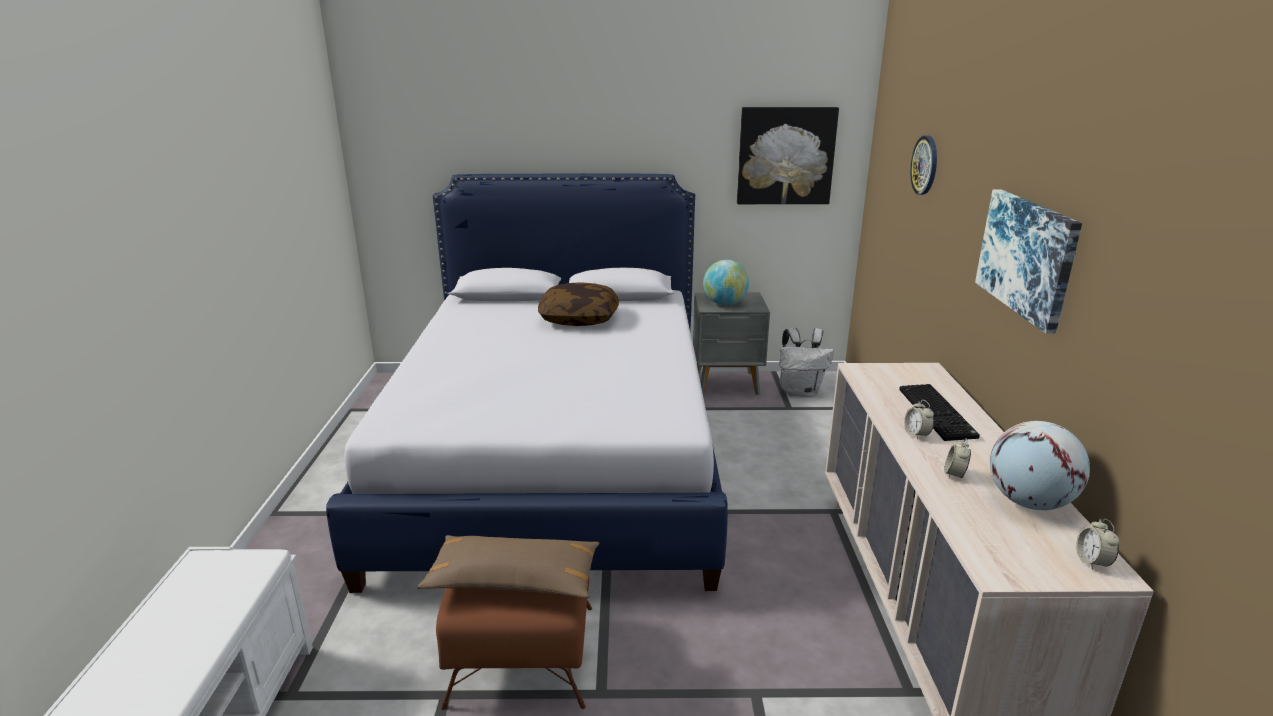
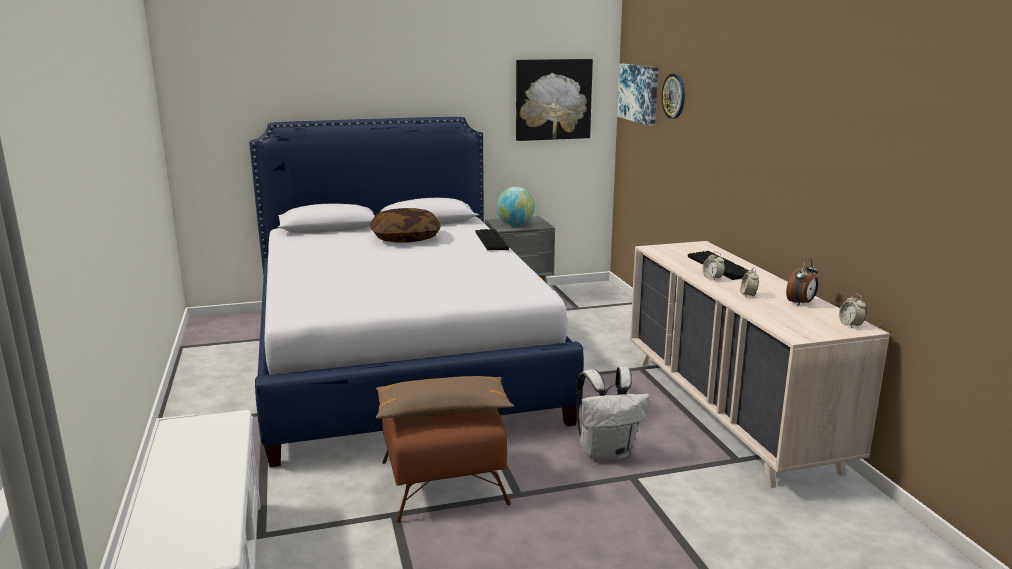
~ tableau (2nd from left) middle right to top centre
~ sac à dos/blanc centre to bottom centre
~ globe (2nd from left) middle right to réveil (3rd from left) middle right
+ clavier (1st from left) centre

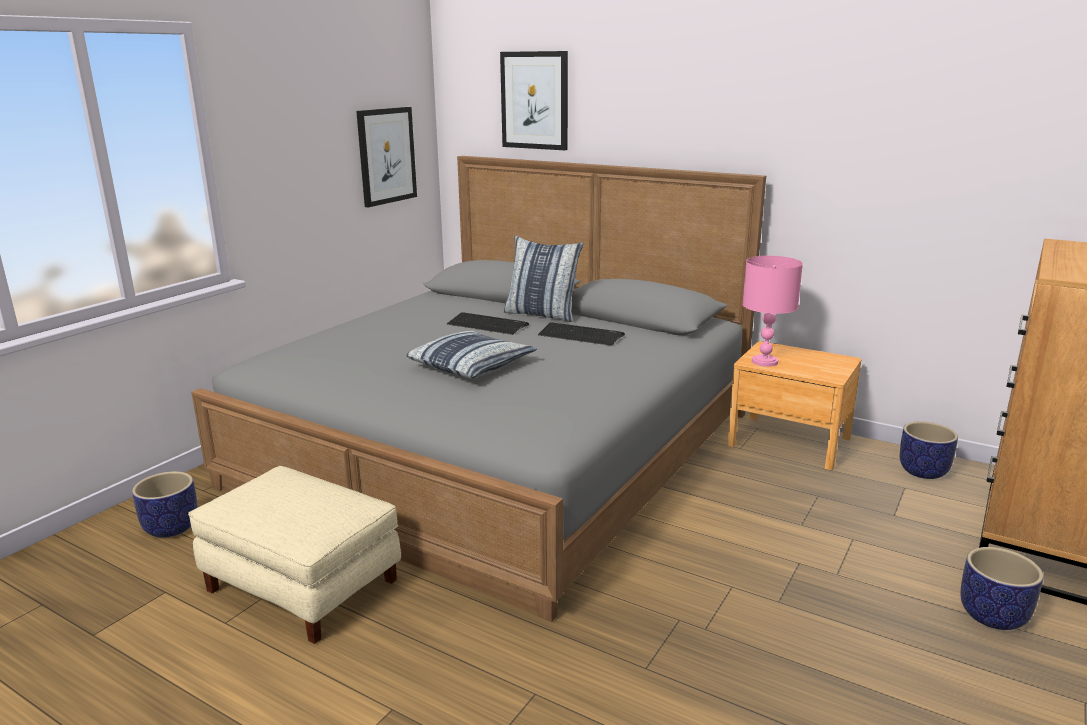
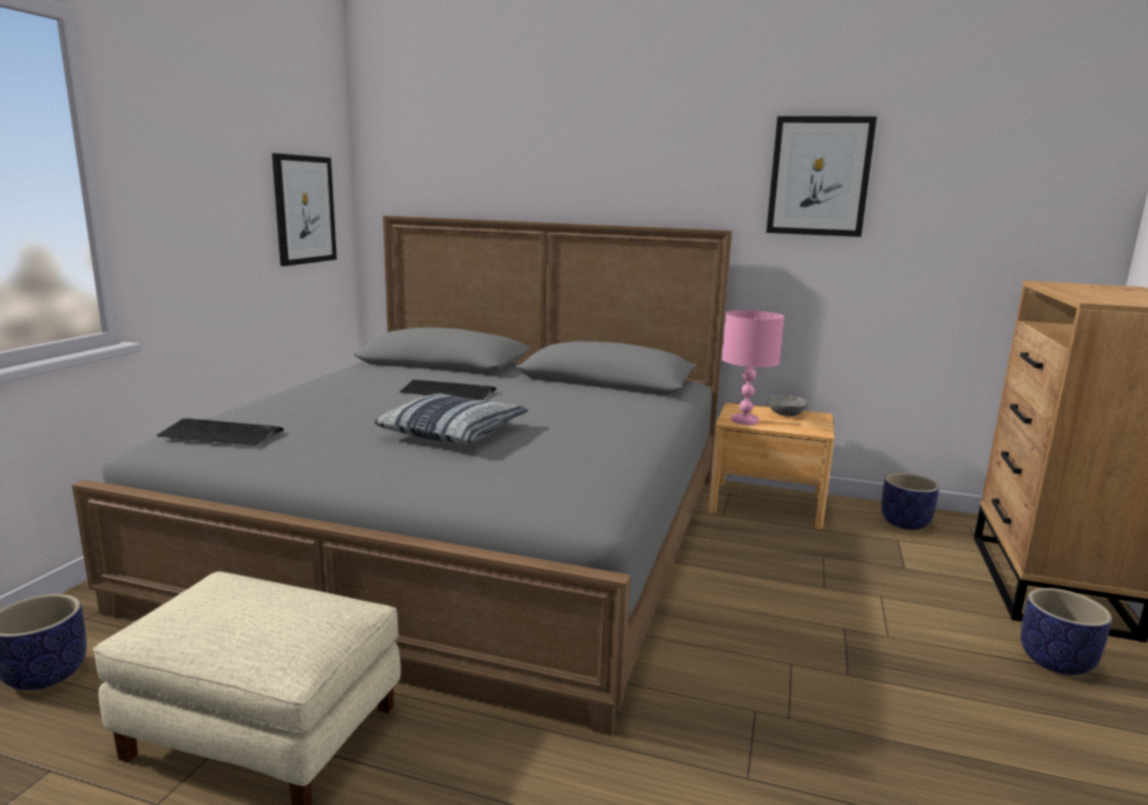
~ tableau (2nd from left) top centre to top right
- coussin (2nd from left) centre
~ clavier (2nd from left in the first image) centre to clavier (1st from left) middle left
+ bol/gris middle right

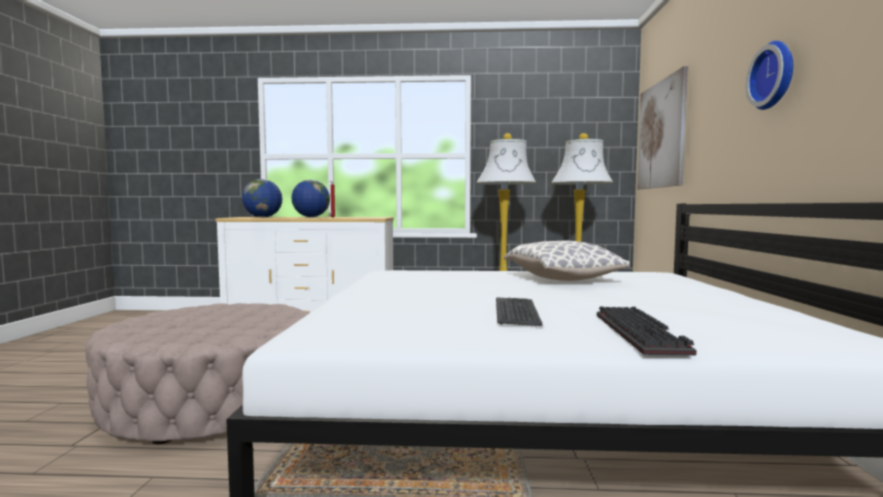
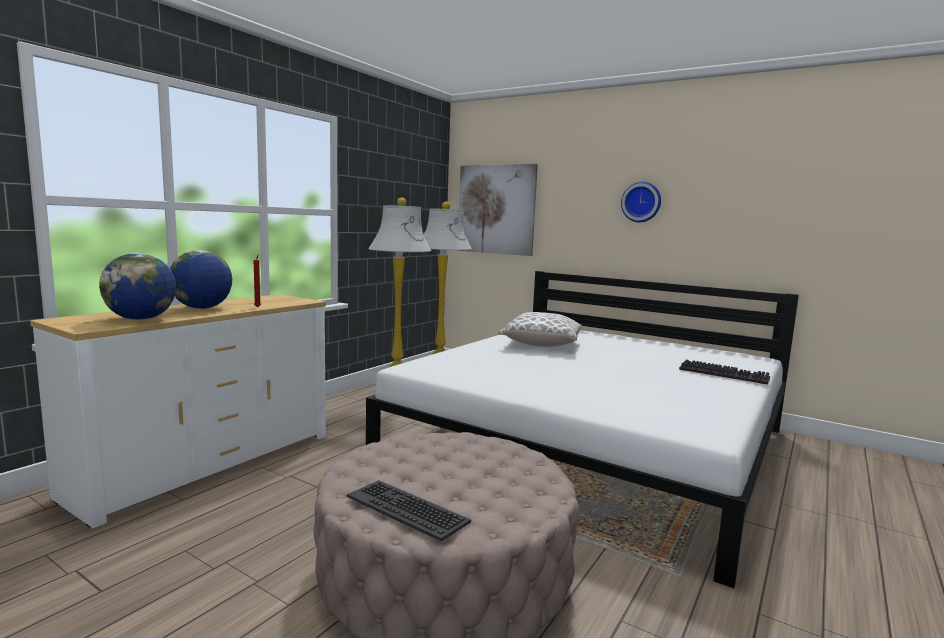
~ clavier (1st from left) centre to bottom centre

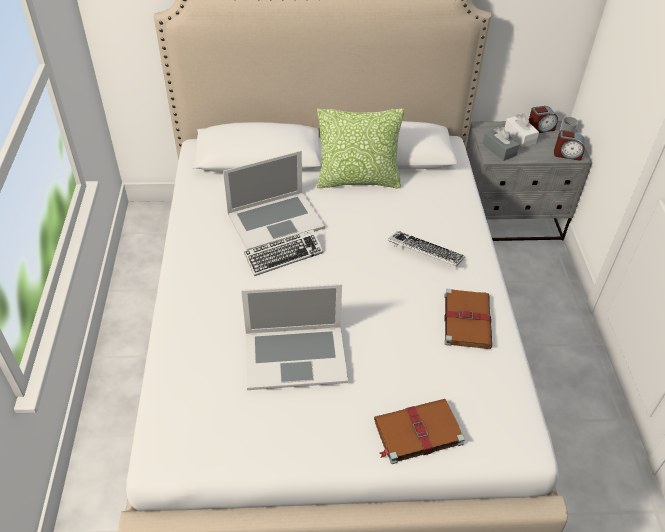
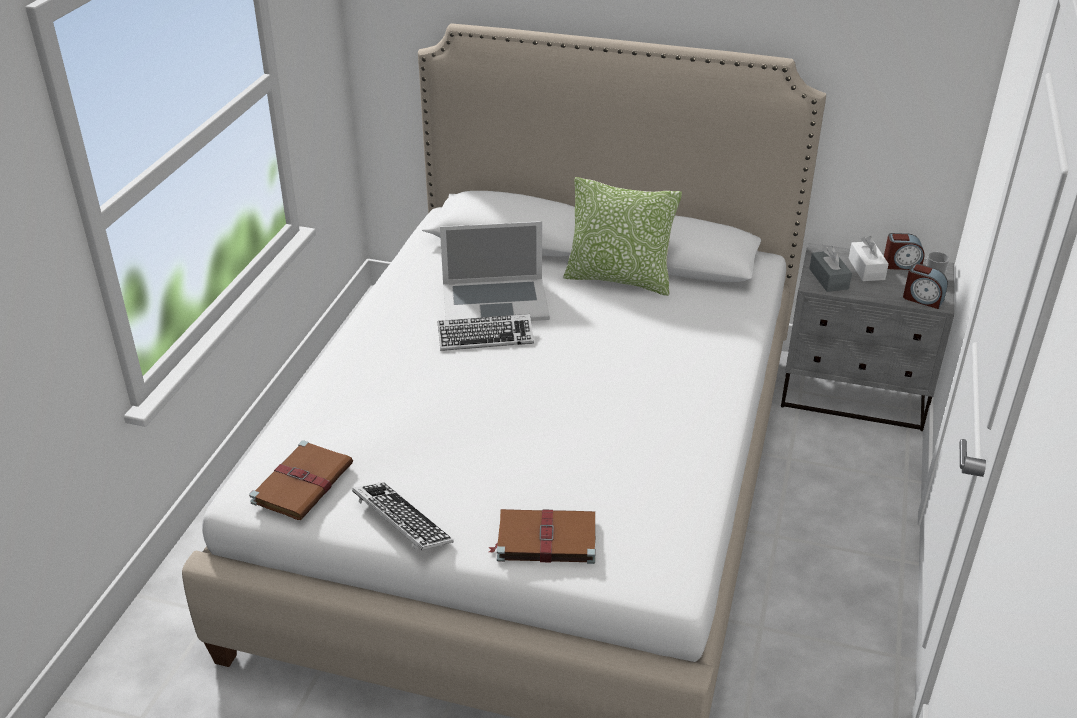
~ clavier (2nd from left in the first image) centre to clavier (1st from left) bottom centre
- ordinateur portable (2nd from left) centre
~ livre/marron (2nd from left in the first image) middle right to livre/marron (1st from left) bottom left

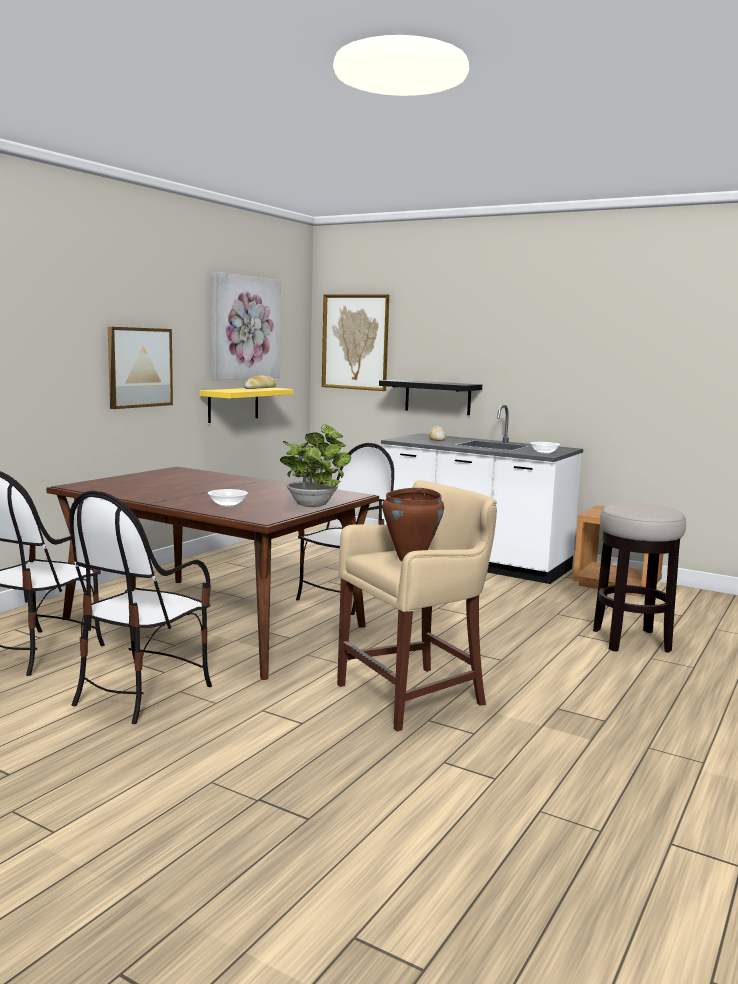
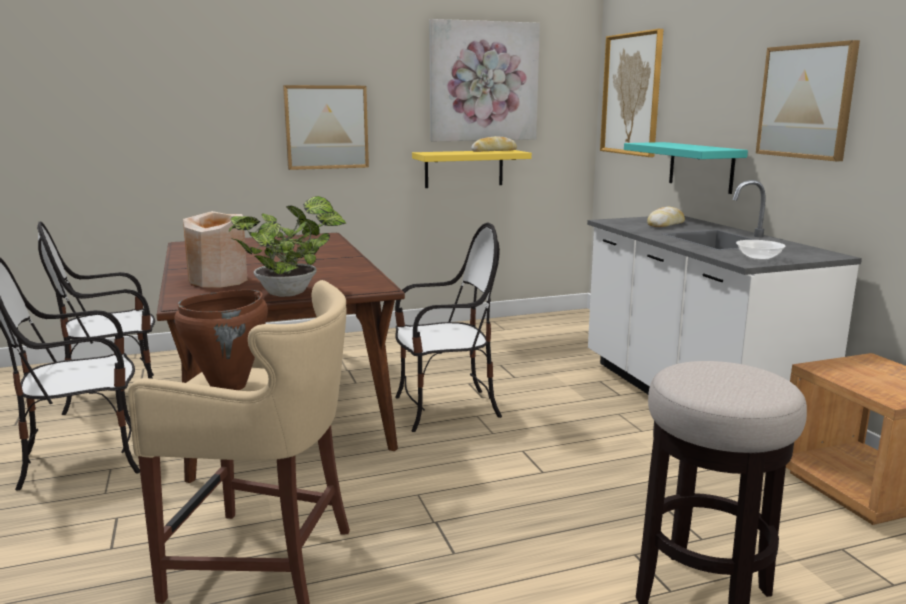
~ étagère/noir centre to étagère/turquoise top right
~ bol (1st from left) middle left to vase/beige middle left
+ tableau (4th from left) top right

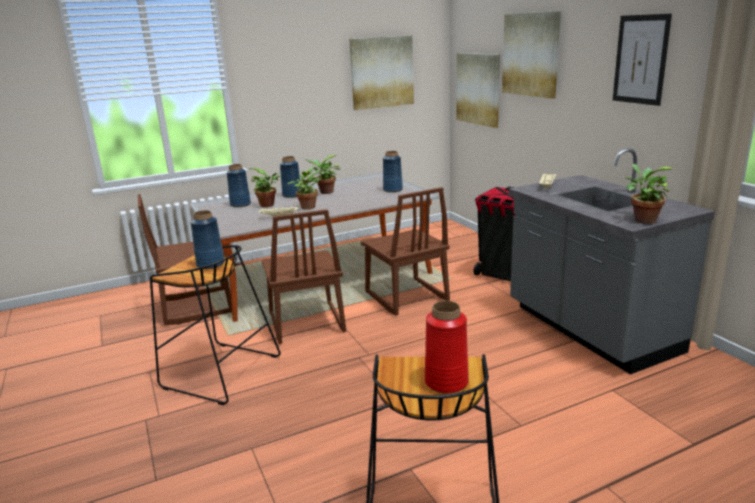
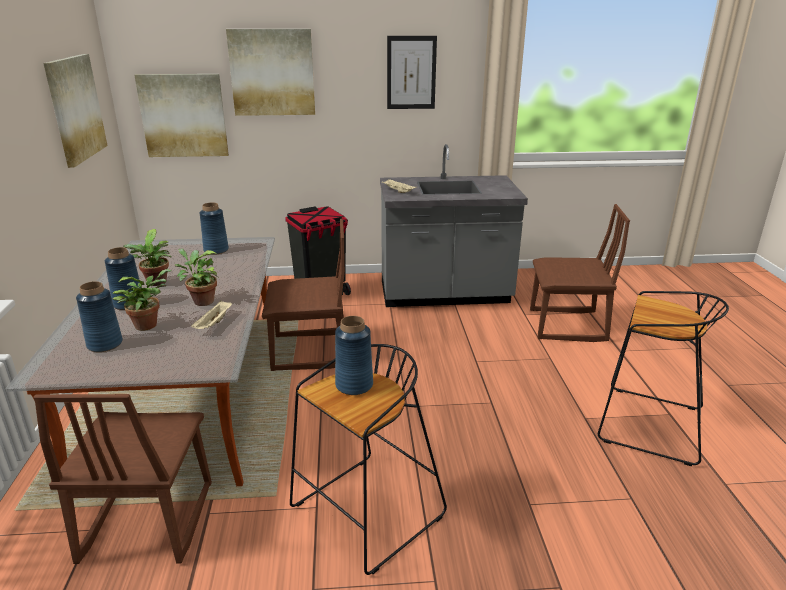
- plante en pot (4th from left) middle right
~ chaise/marron (2nd from left in the first image) centre to chaise/marron (3rd from left) middle right
- vase/rouge bottom centre

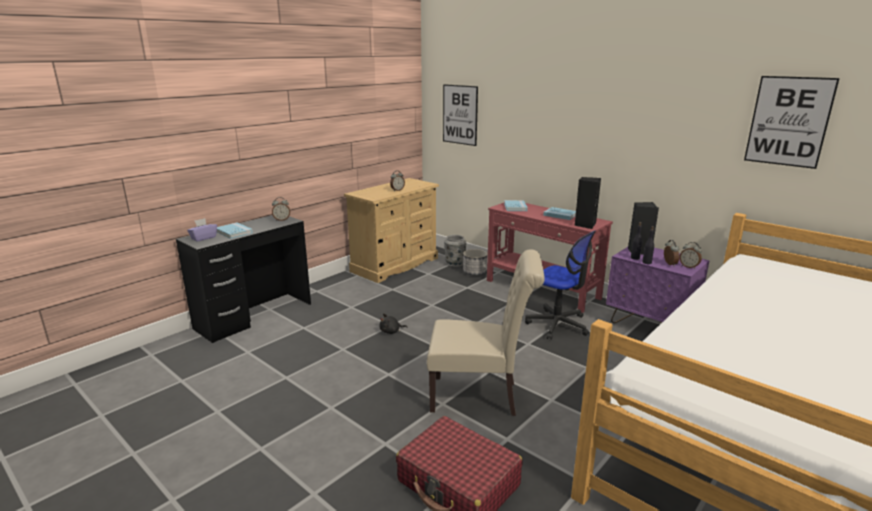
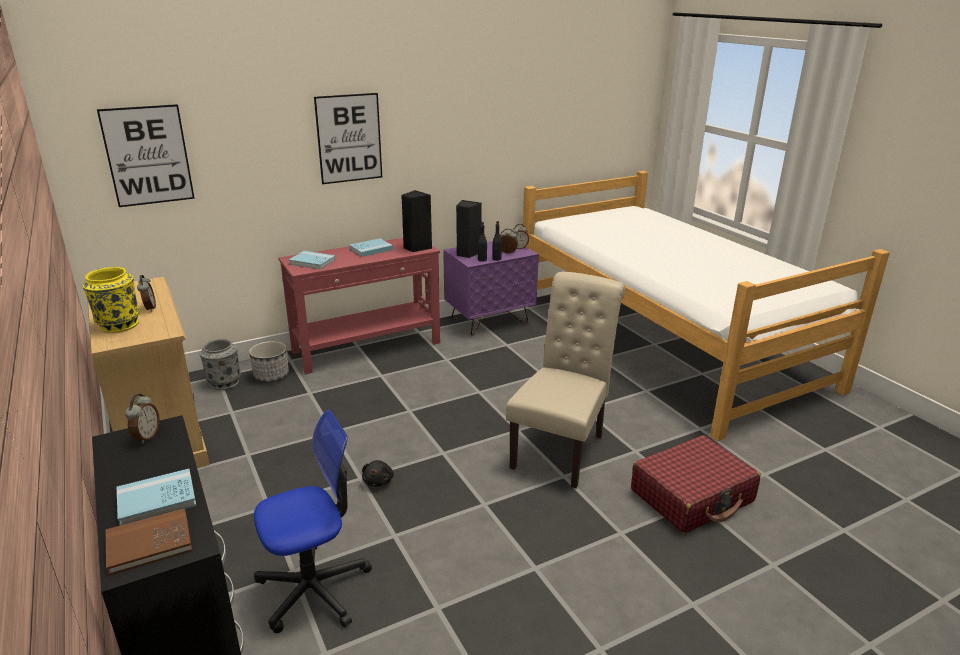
~ tableau (2nd from left) top right to top centre
~ boîte à mouchoirs/violet middle left to livre/marron bottom left
~ chaise de bureau centre to bottom left
+ vase/jaune middle left

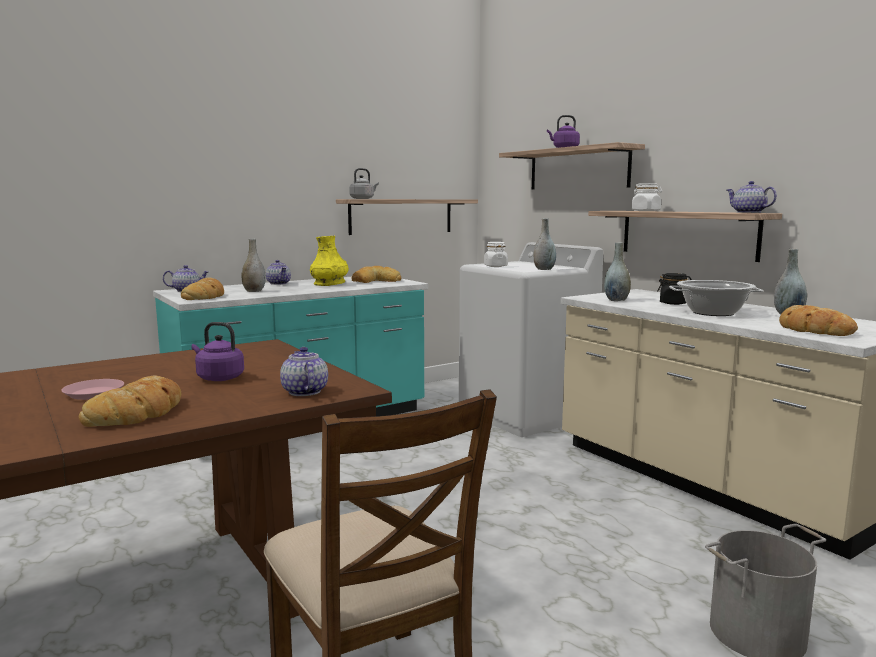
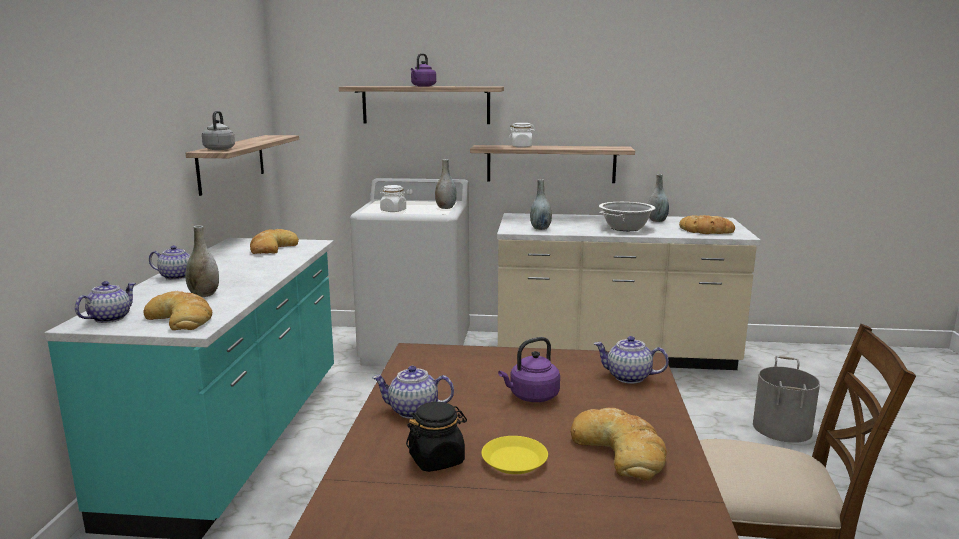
~ théière (4th from left in the first image) top right to théière (3rd from left) bottom centre
- vase/jaune centre
~ bocal/noir middle right to bottom centre
~ assiette/rose middle left to assiette/jaune bottom centre

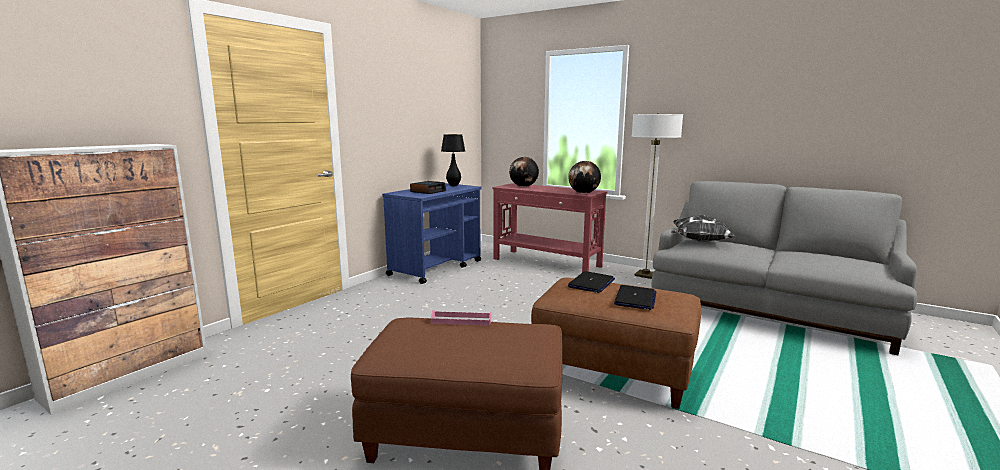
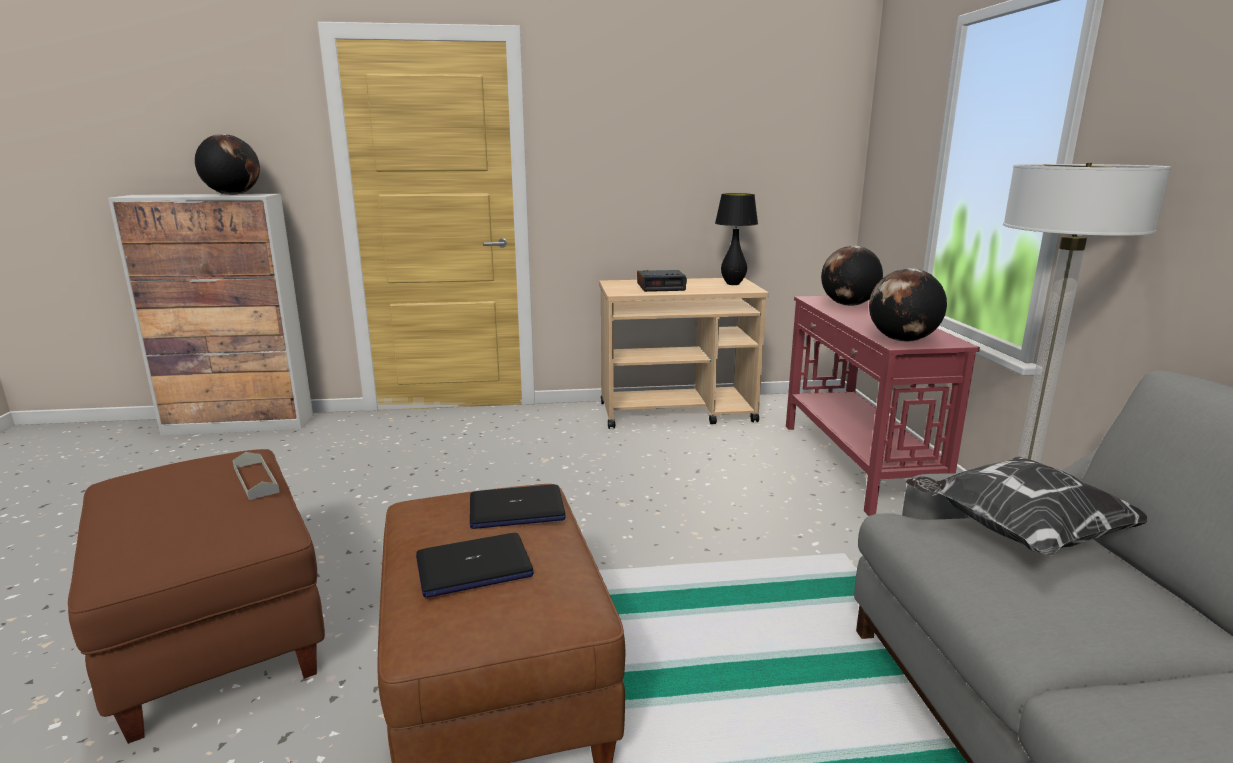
~ chariot/bleu centre to chariot/beige centre
~ plateau/rose bottom centre to plateau/gris middle left
+ globe (1st from left) top left

